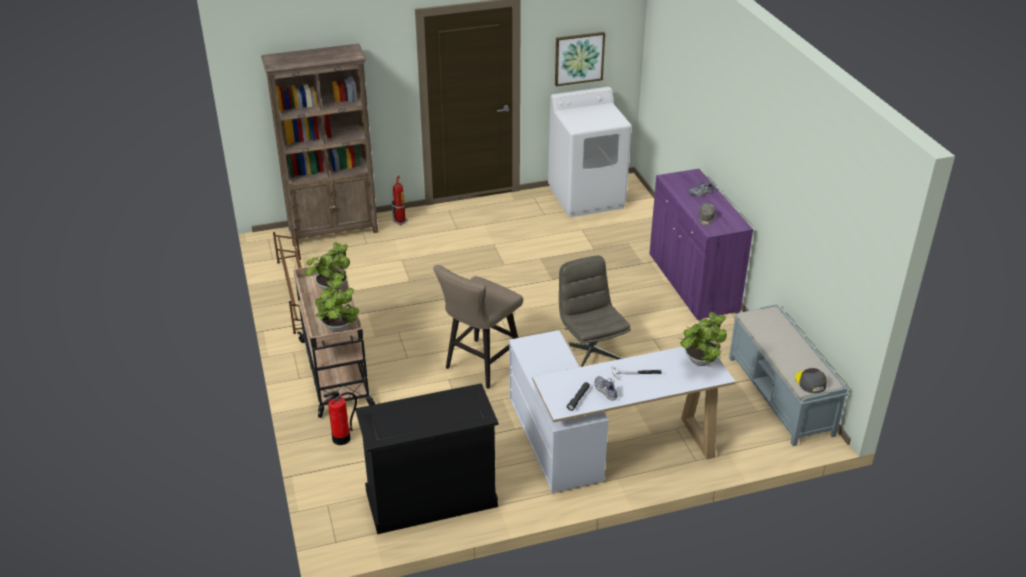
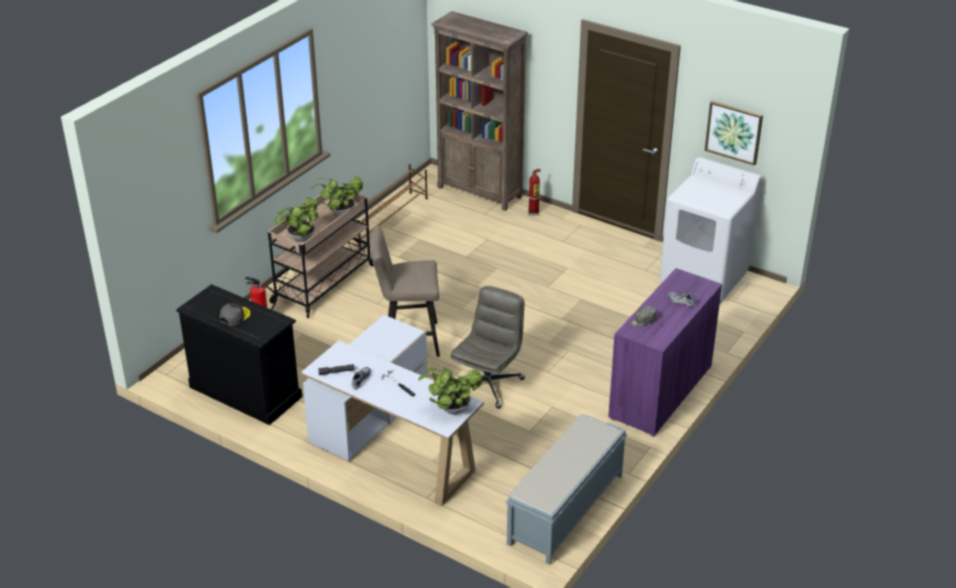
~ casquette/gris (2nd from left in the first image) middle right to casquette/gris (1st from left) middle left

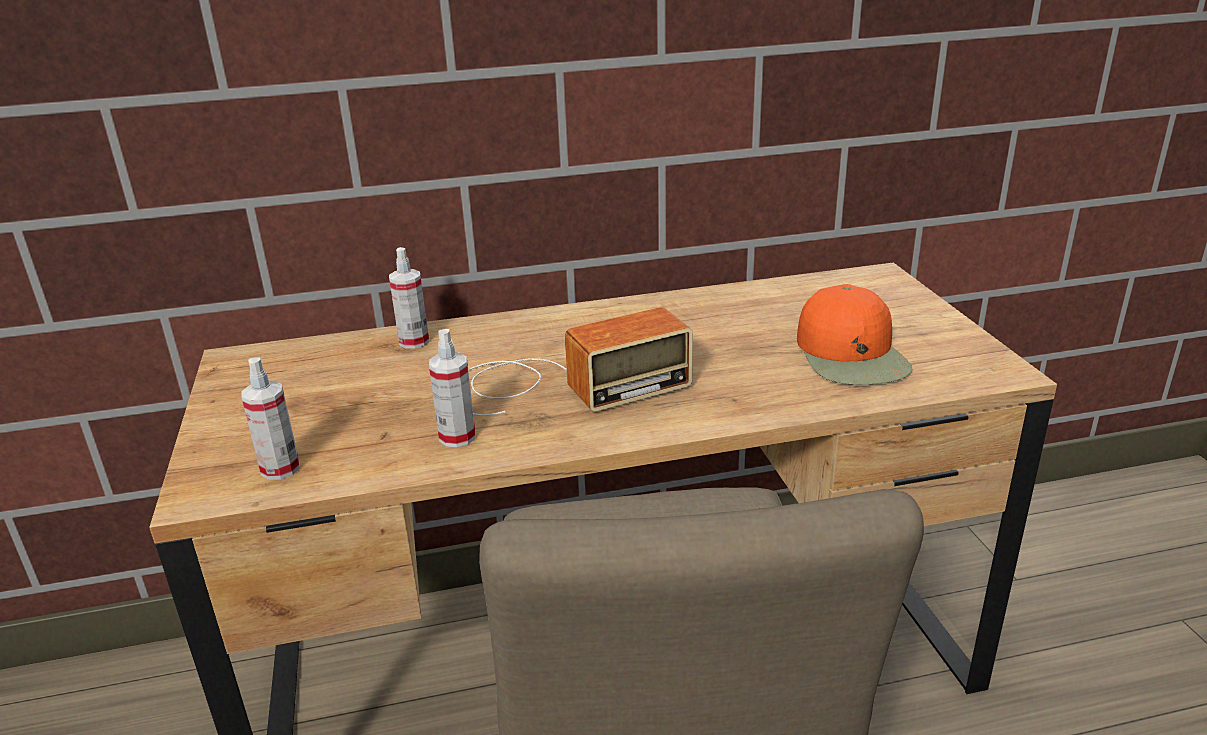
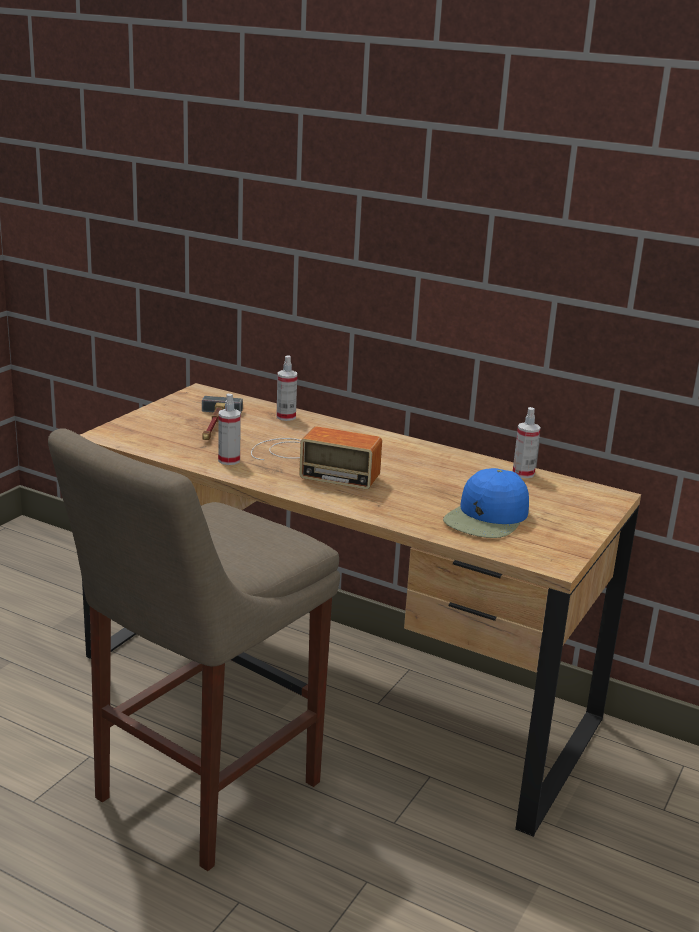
~ casquette/orange middle right to casquette/bleu middle right
~ vaporisateur (1st from left in the first image) middle left to vaporisateur (3rd from left) middle right
+ marteau middle left

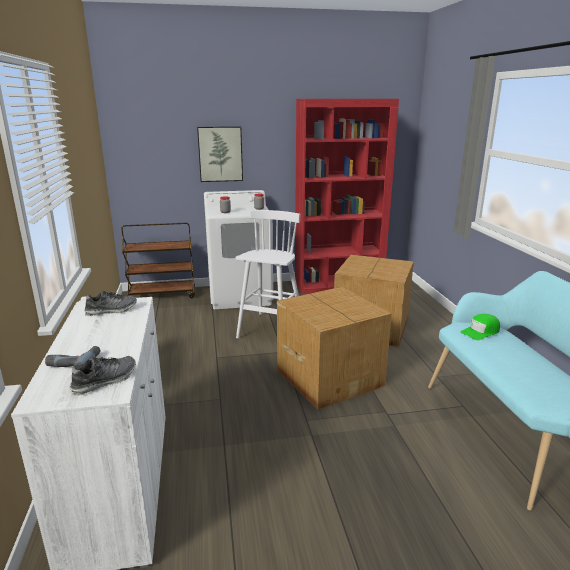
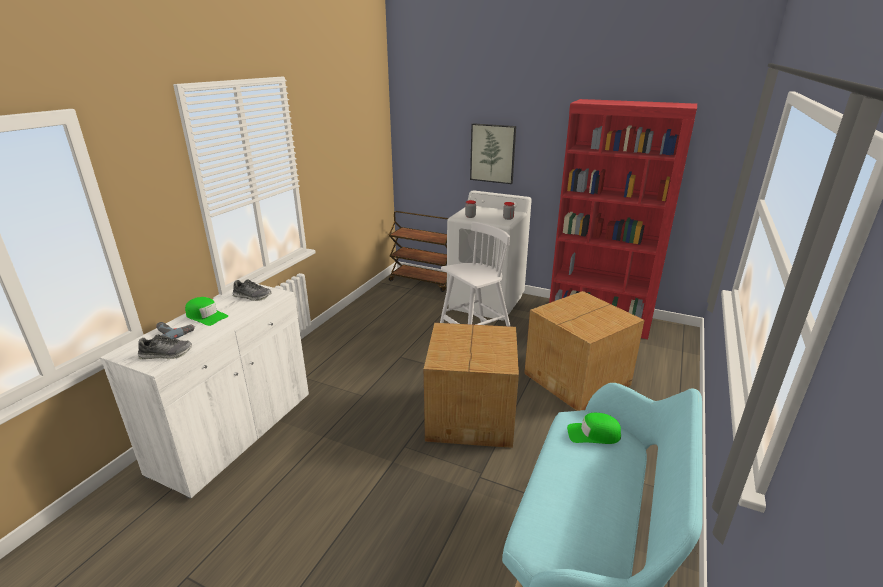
+ casquette/vert (1st from left) middle left

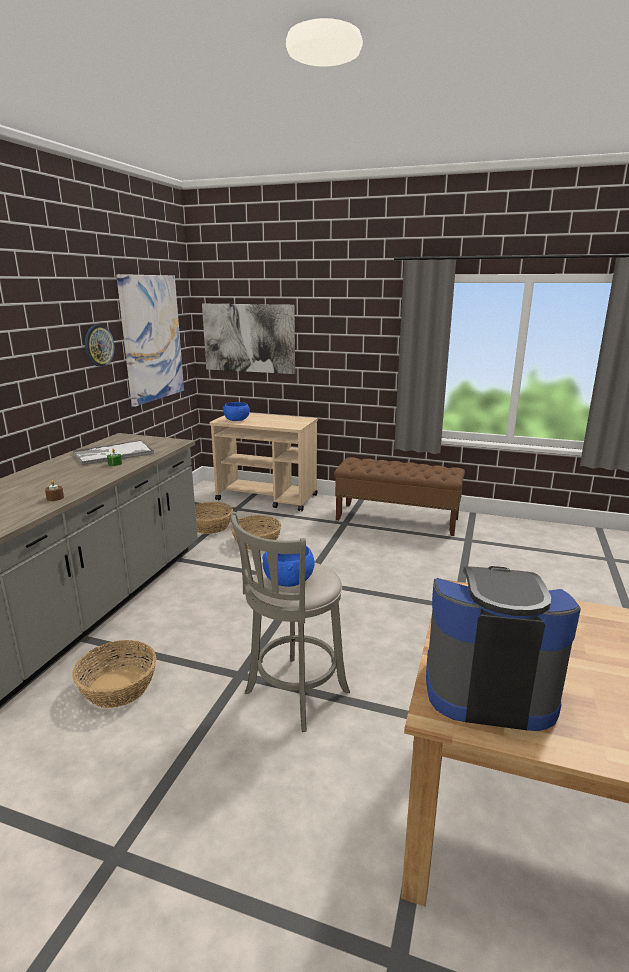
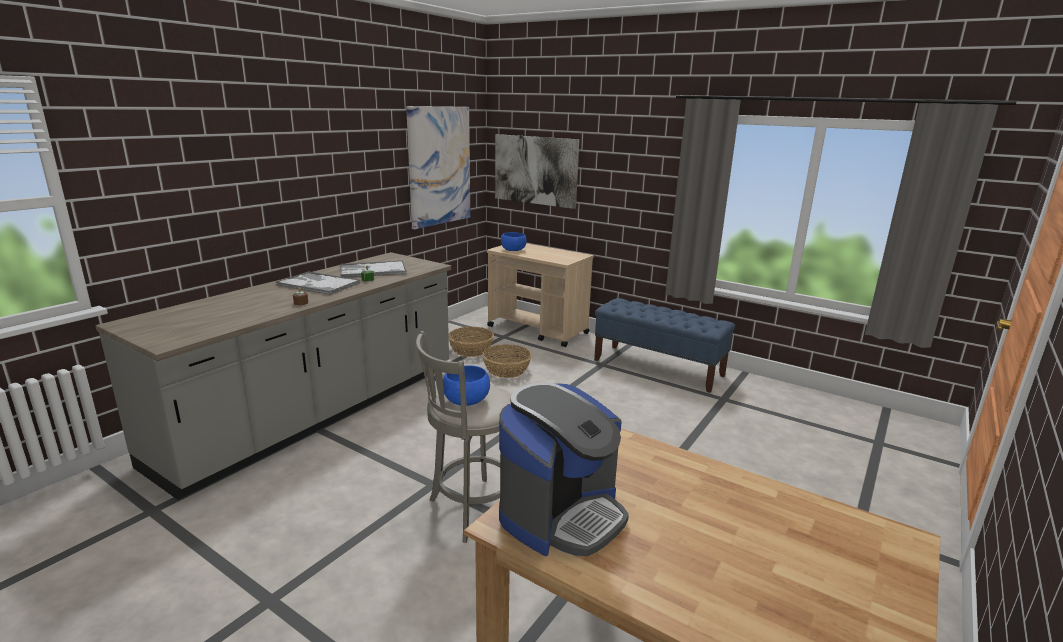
- horloge murale middle left
~ banc/marron centre to banc/bleu centre
~ machine à café bottom right = bottom centre 105 degrees clockwise
- panier (1st from left) bottom left
+ plateau (1st from left) middle left

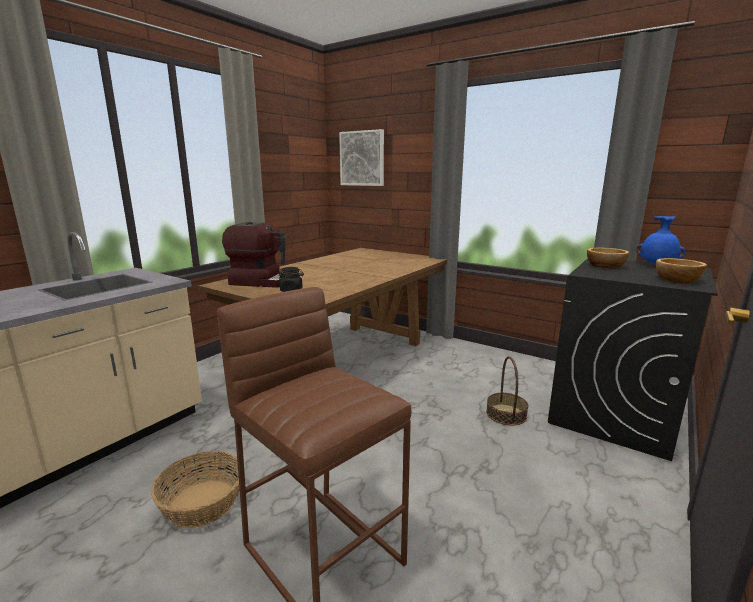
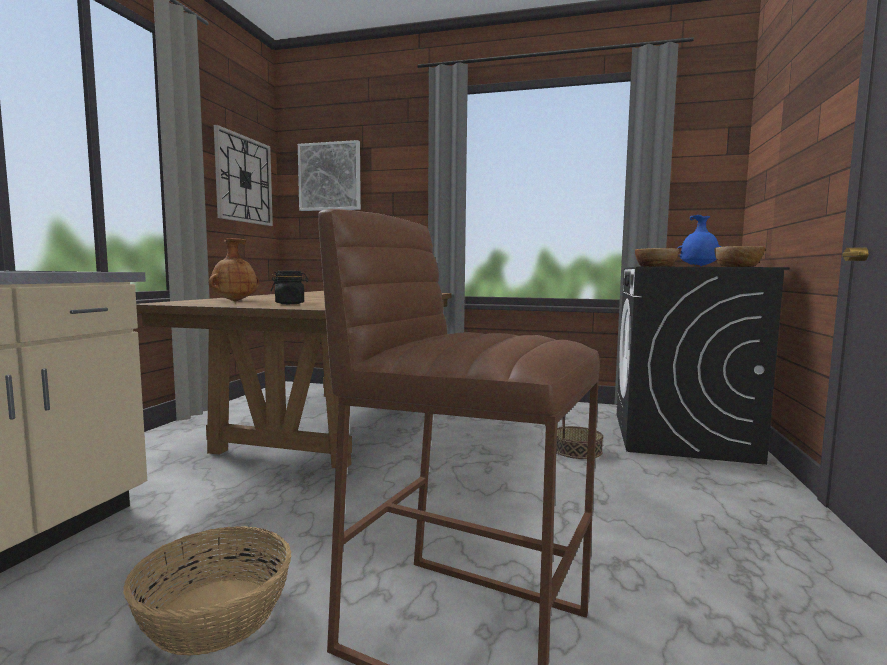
~ machine à café centre to vase/marron middle left
+ horloge murale top left

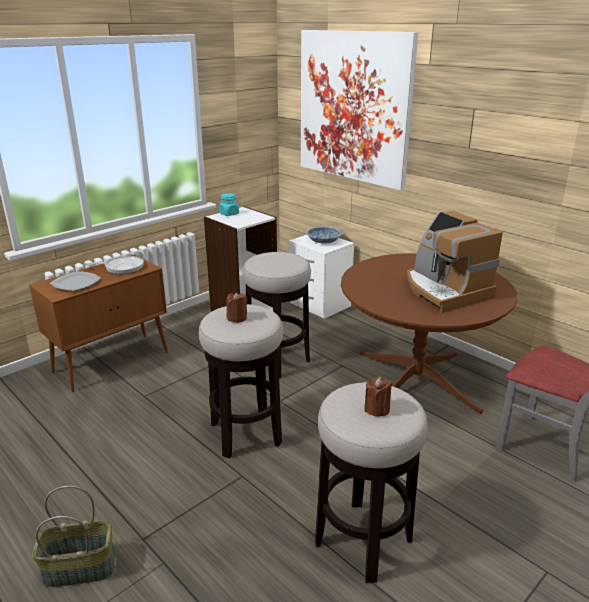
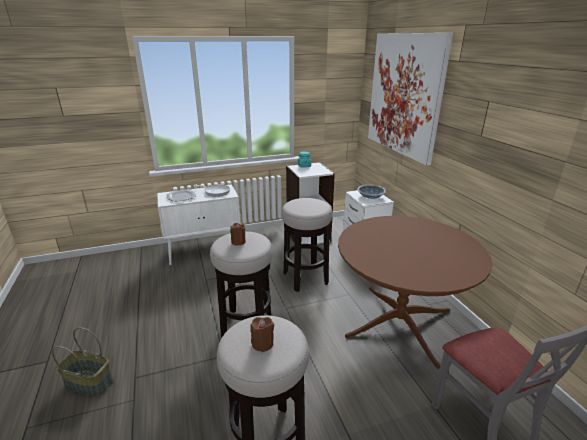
- machine à café middle right
~ meuble de rangement/marron middle left to meuble de rangement/blanc centre

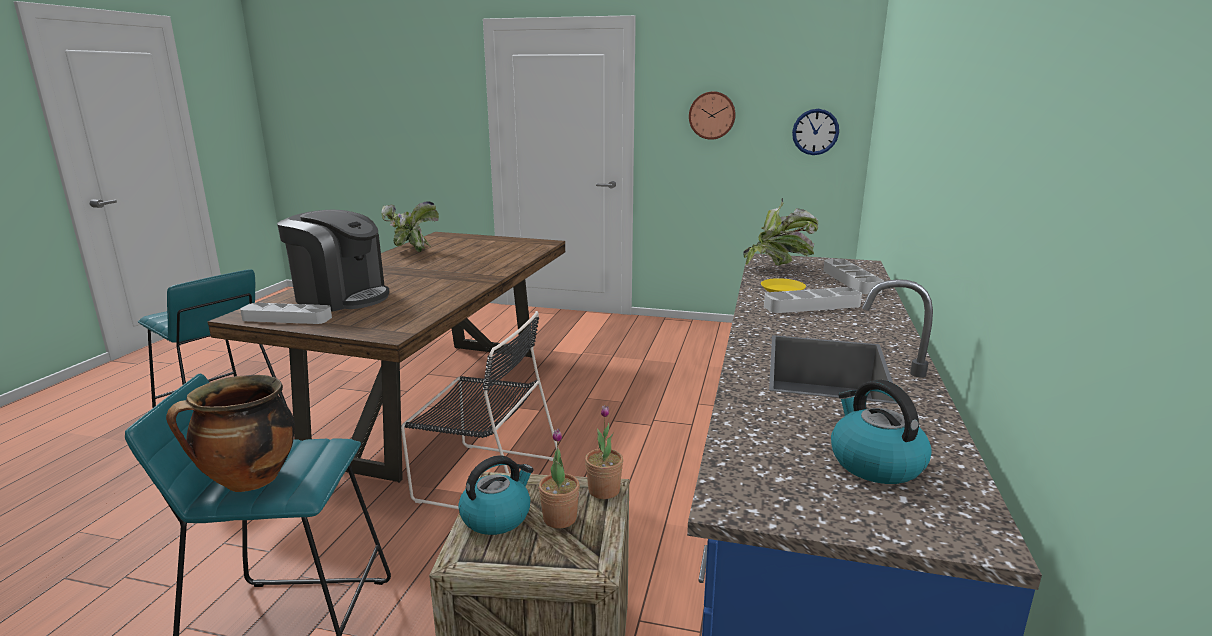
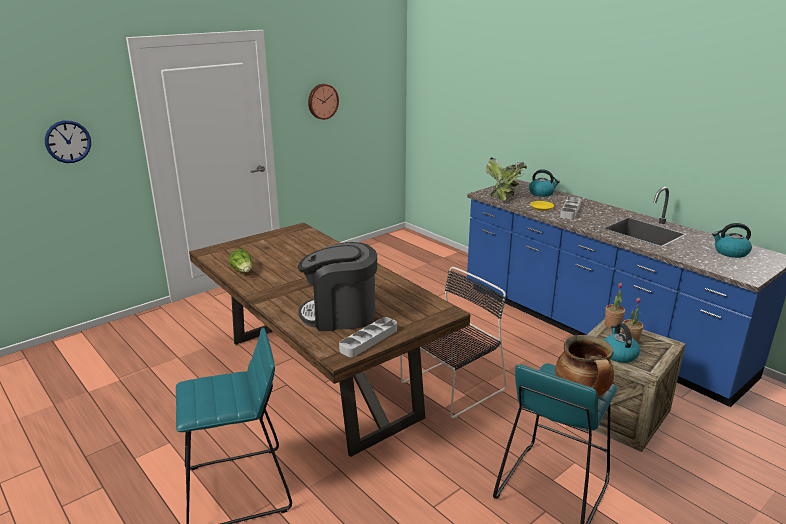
~ horloge murale (2nd from left in the first image) top right to horloge murale (1st from left) top left
~ plante en pot (1st from left) centre to laitue middle left
~ machine à café middle left = centre 150 degrees counterclockwise
~ plateau/gris (3rd from left) middle right to bouilloire (1st from left) middle right

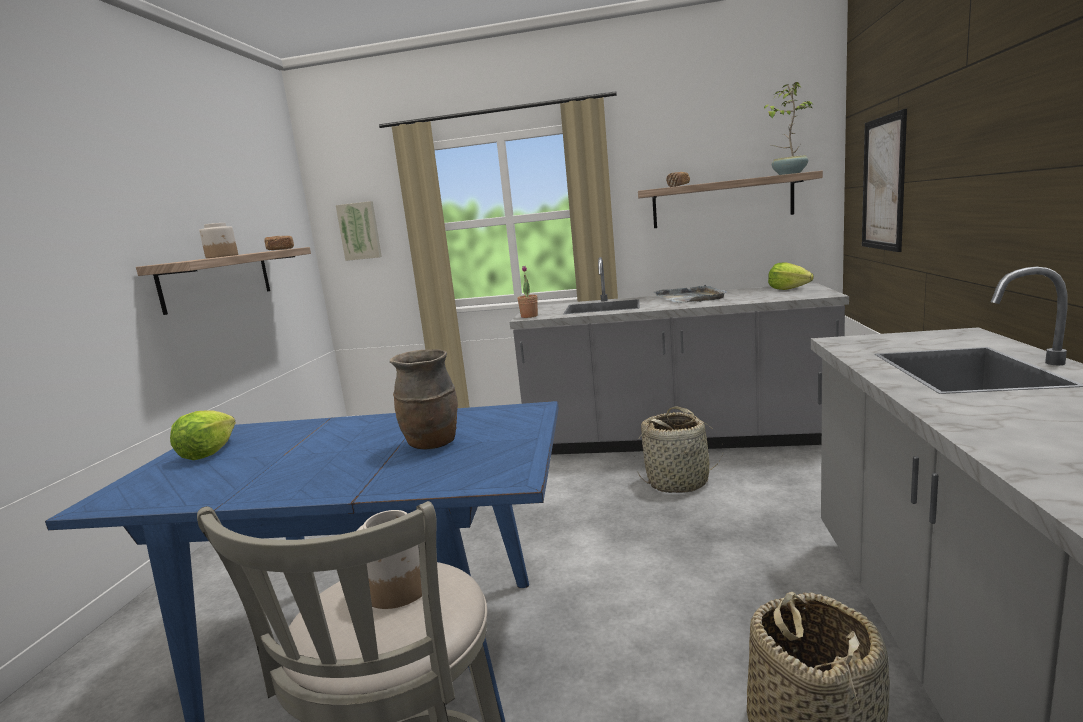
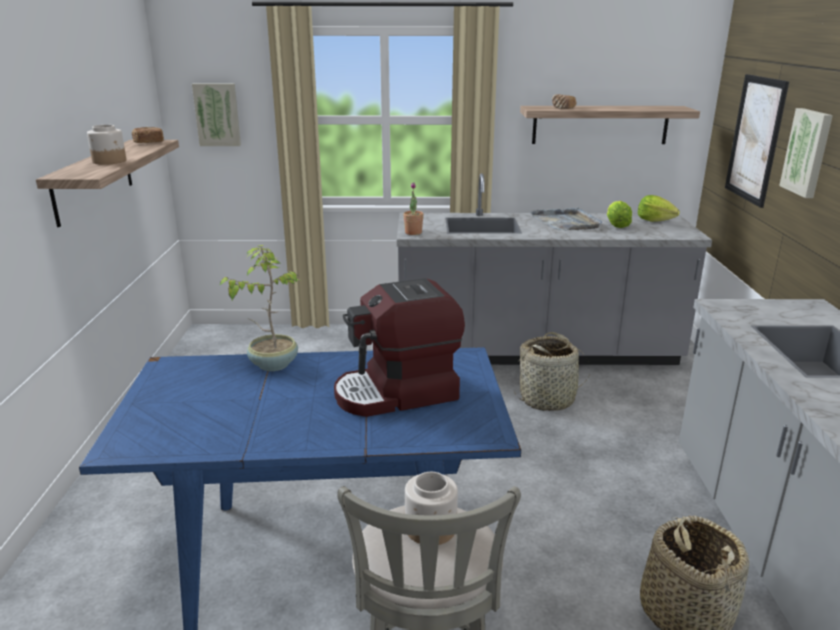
~ plante en pot (2nd from left in the first image) top right to plante en pot (1st from left) middle left
~ vase/marron centre to machine à café centre
~ laitue (1st from left) middle left to middle right
+ tableau (3rd from left) top right

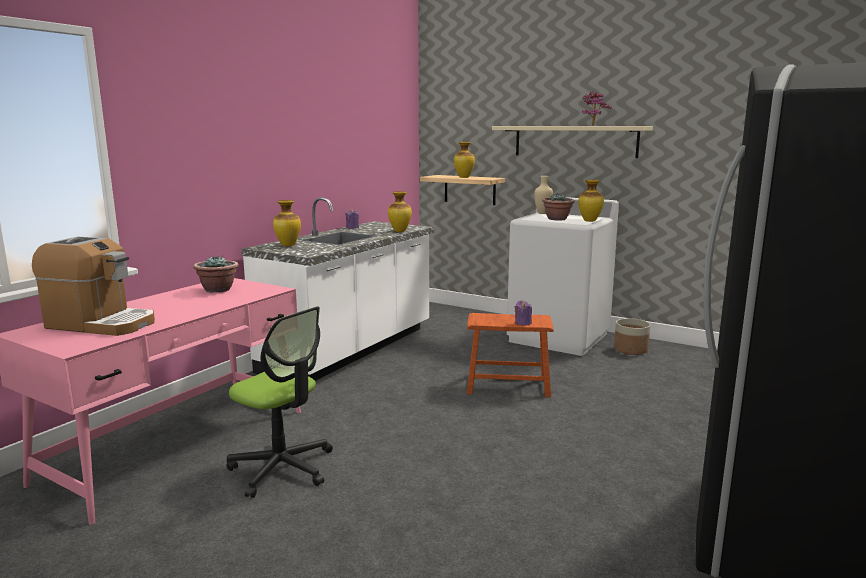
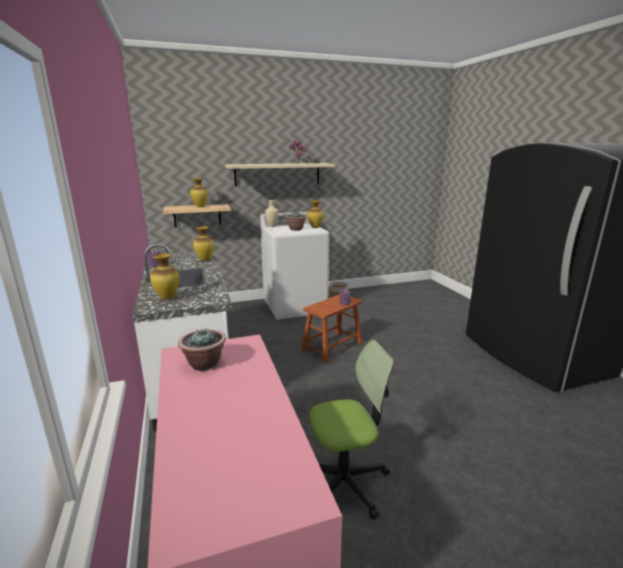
- machine à café middle left

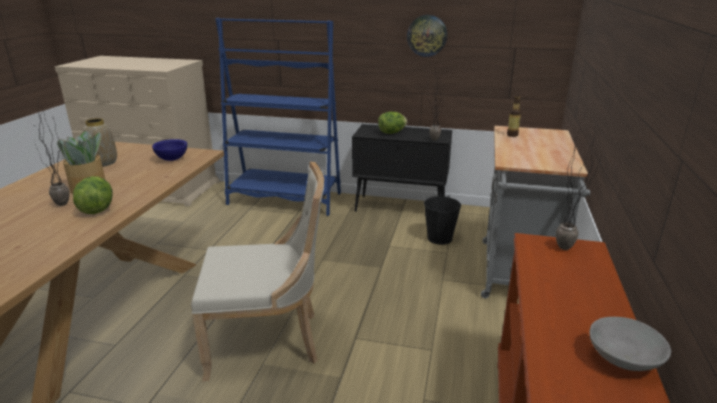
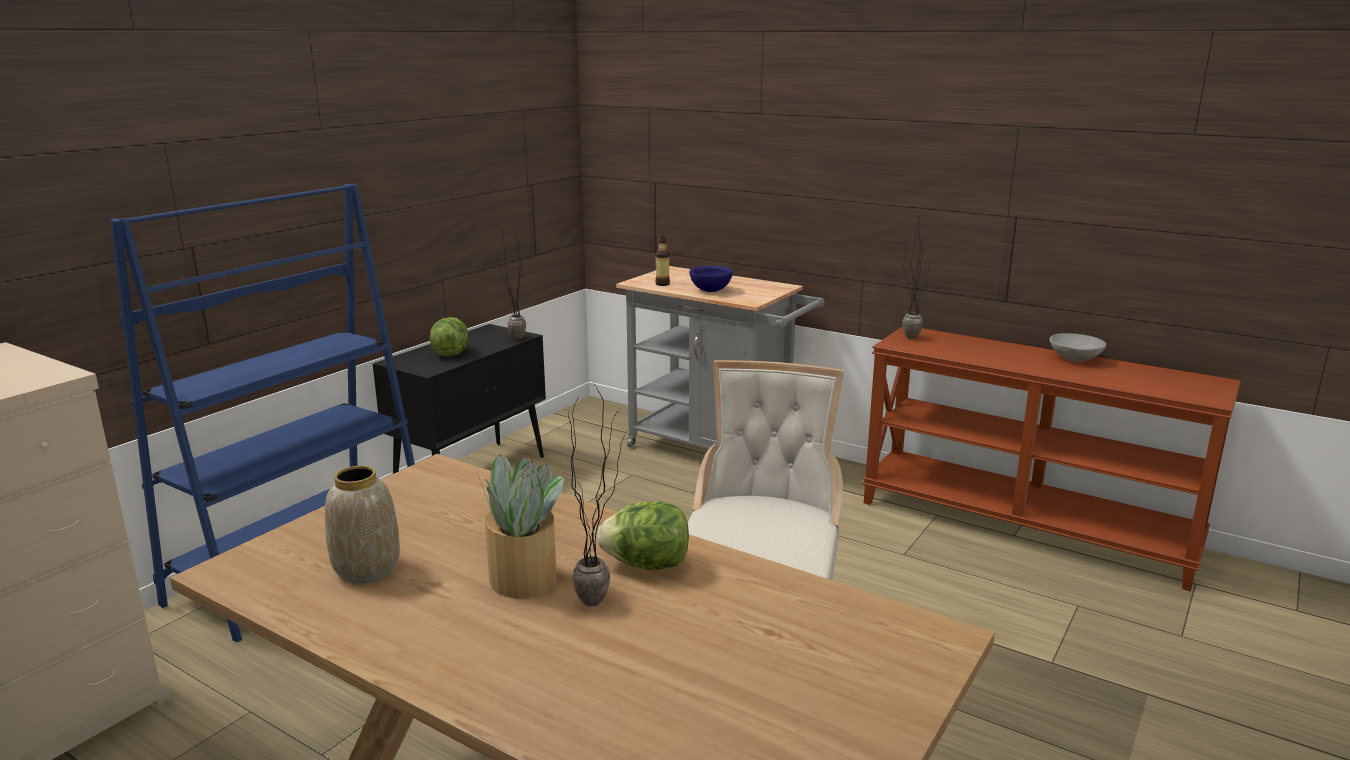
- horloge murale top centre
~ bol/bleu middle left to centre
- seau/noir centre

